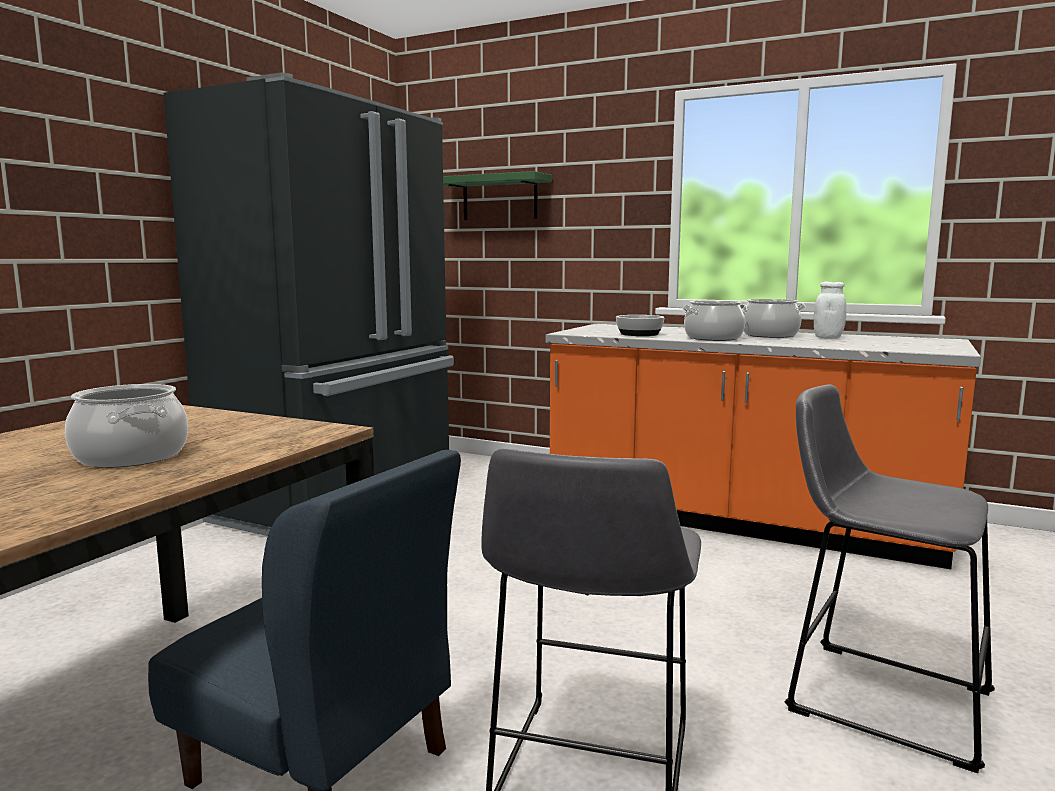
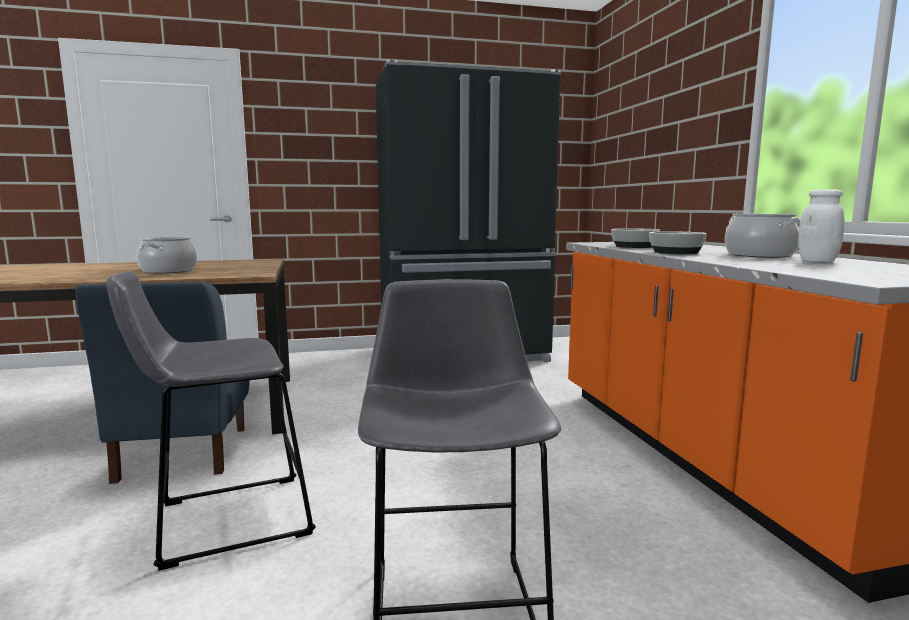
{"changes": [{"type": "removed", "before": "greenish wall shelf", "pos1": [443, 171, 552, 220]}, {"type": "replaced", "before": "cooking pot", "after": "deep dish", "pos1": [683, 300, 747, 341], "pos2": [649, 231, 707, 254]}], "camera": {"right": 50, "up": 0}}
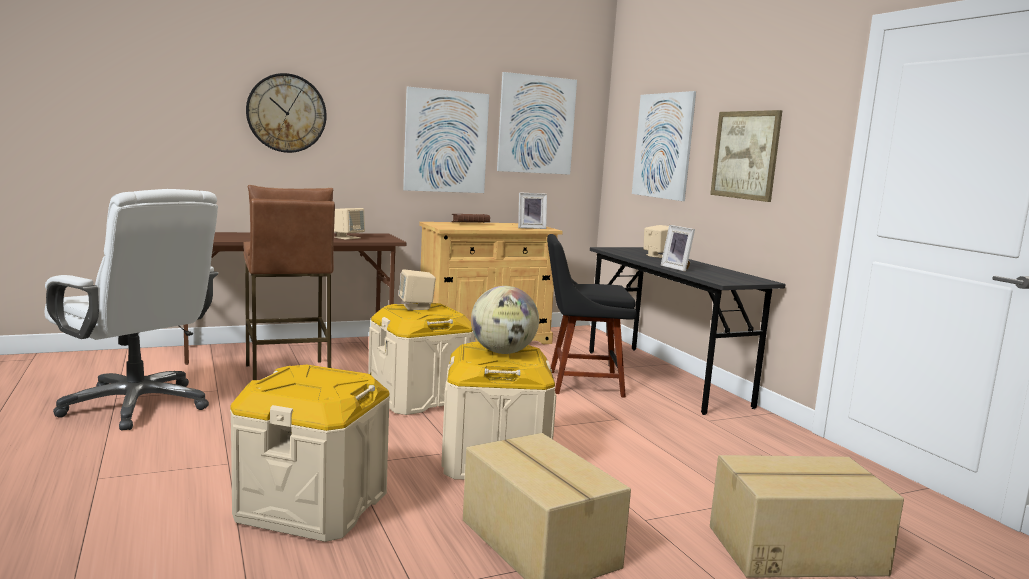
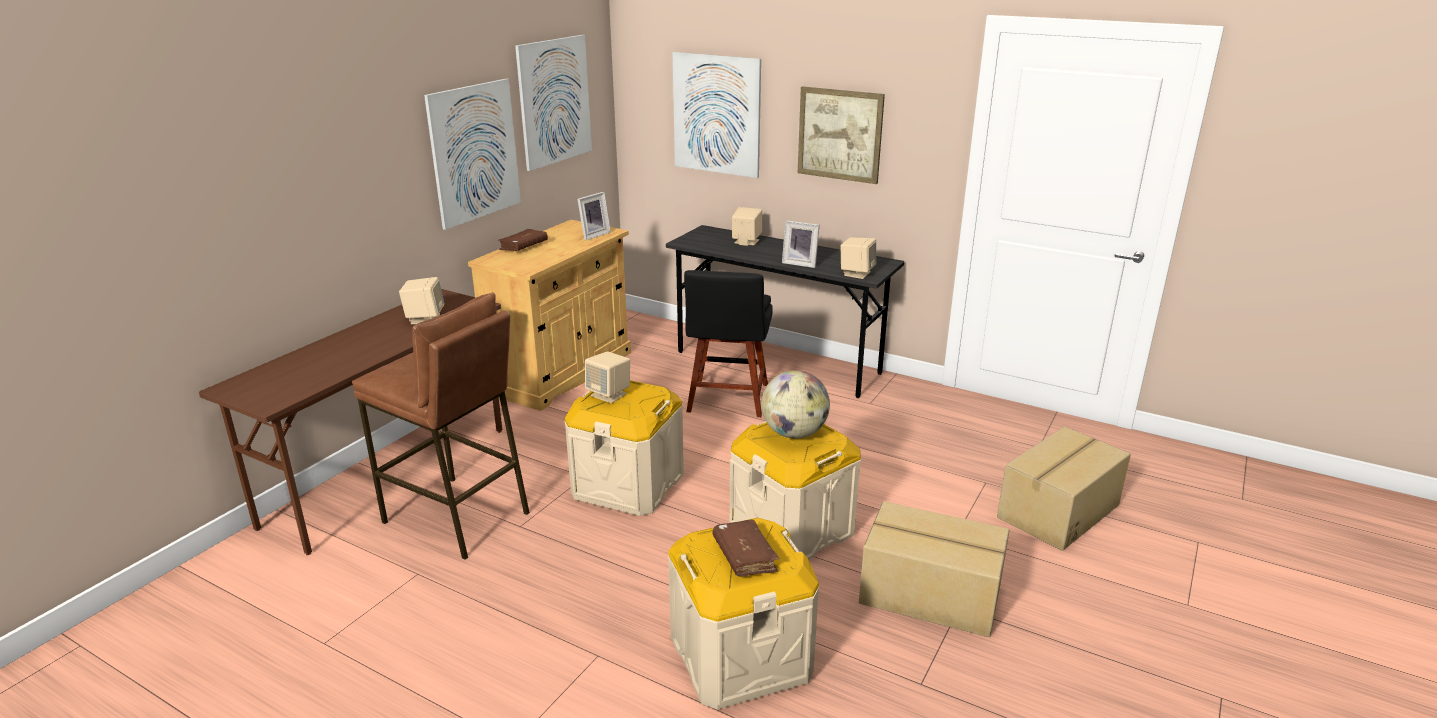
{"changes": [{"type": "removed", "before": "white-coloured office chair", "pos1": [45, 189, 218, 430]}, {"type": "removed", "before": "hanging clock", "pos1": [246, 73, 327, 153]}, {"type": "added", "after": "brown book", "pos2": [713, 519, 779, 577]}, {"type": "added", "after": "beige speaker", "pos2": [841, 238, 876, 279]}, {"type": "turned", "before": "black chair", "pos1": [547, 234, 637, 398], "pos2": [684, 270, 773, 417], "turn": -45}], "camera": {"right": -35, "up": 15}}
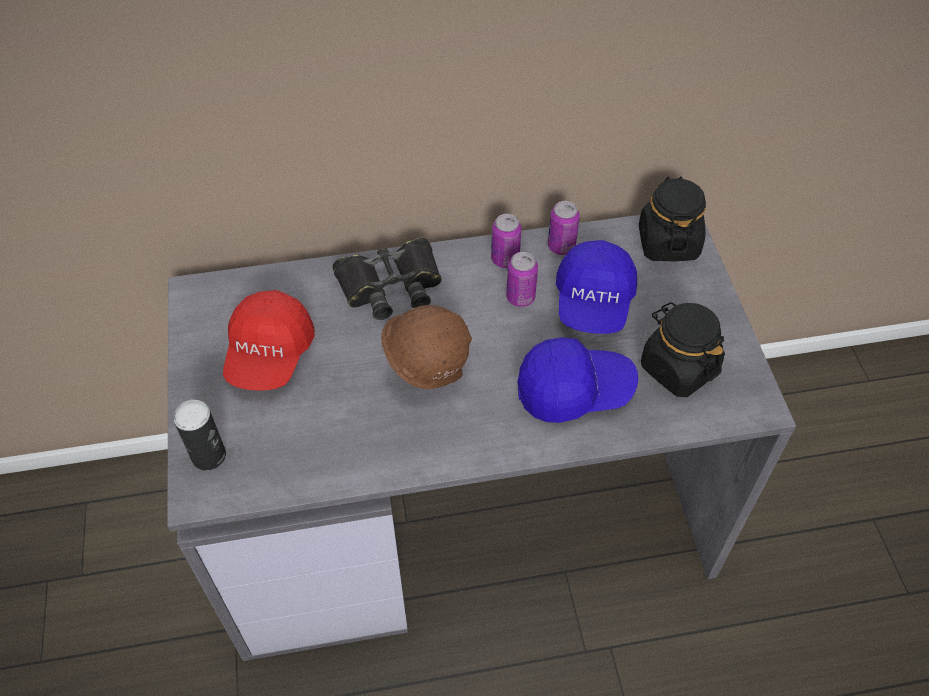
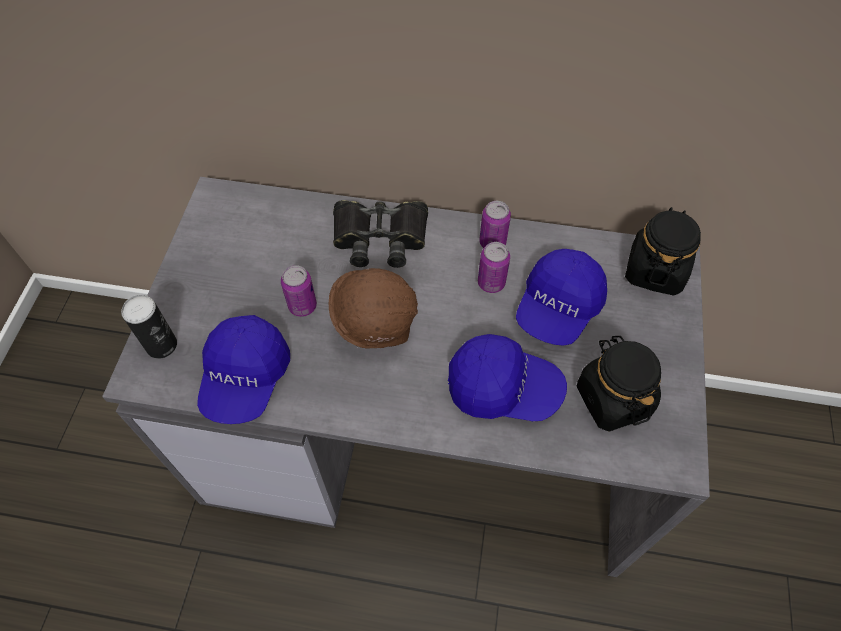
{"changes": [{"type": "removed", "before": "red-coloured cap", "pos1": [223, 290, 315, 391]}, {"type": "added", "after": "bluish cap", "pos2": [197, 315, 290, 424]}, {"type": "moved", "before": "sealed can", "pos1": [548, 201, 580, 255], "pos2": [281, 265, 317, 317]}], "camera": {"right": 20, "up": 5}}
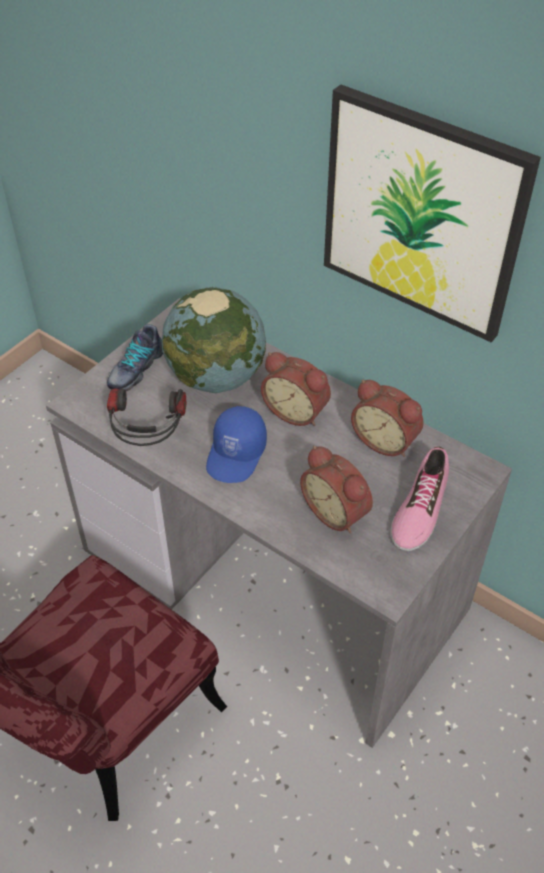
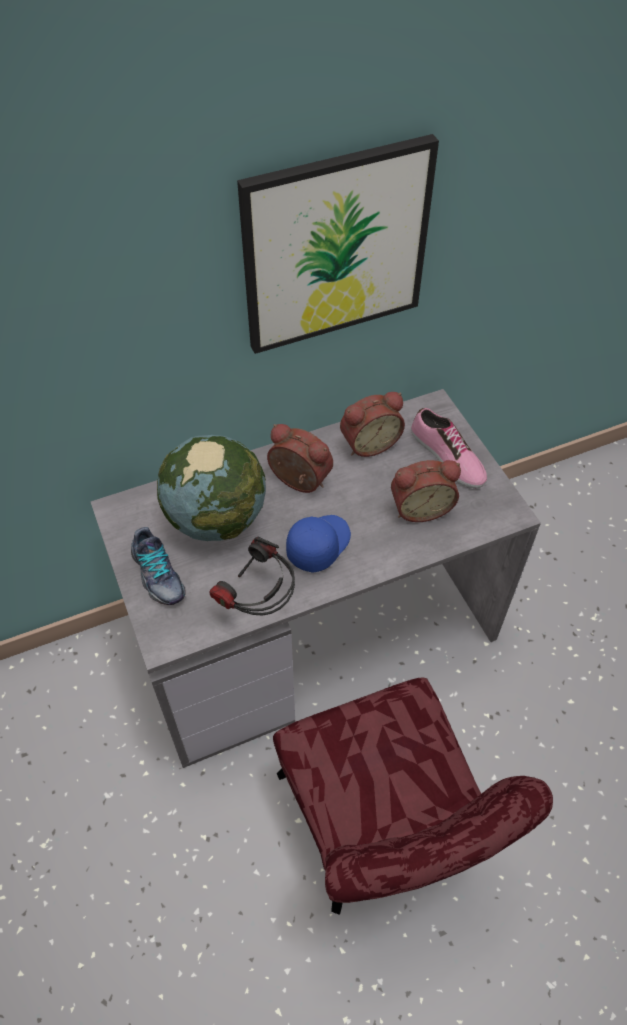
{"changes": [{"type": "turned", "before": "bluish cap", "pos1": [206, 406, 267, 483], "pos2": [286, 515, 351, 573], "turn": -105}, {"type": "turned", "before": "table clock", "pos1": [261, 352, 331, 426], "pos2": [267, 424, 333, 493], "turn": -120}], "camera": {"right": -60, "up": 5}}
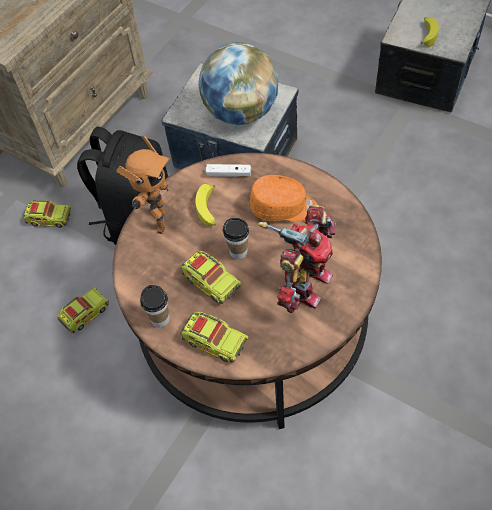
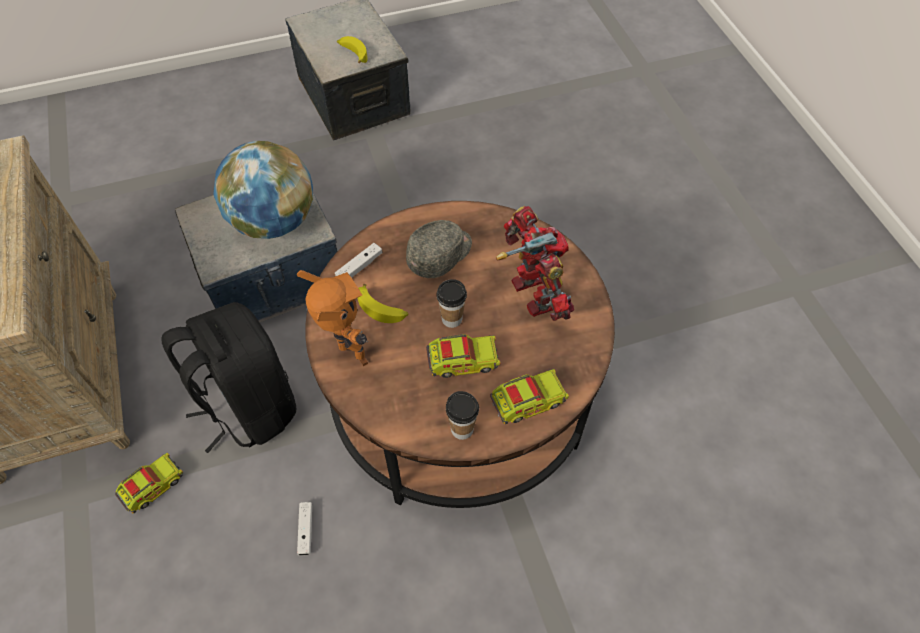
{"changes": [{"type": "replaced", "before": "toy lorry", "after": "white-coloured gamepad", "pos1": [57, 287, 109, 333], "pos2": [297, 502, 312, 556]}, {"type": "recoloured", "before": "orange-coloured cap", "after": "greyish cap", "pos1": [250, 175, 318, 221], "pos2": [406, 220, 472, 278]}], "camera": {"right": -55, "up": 0}}
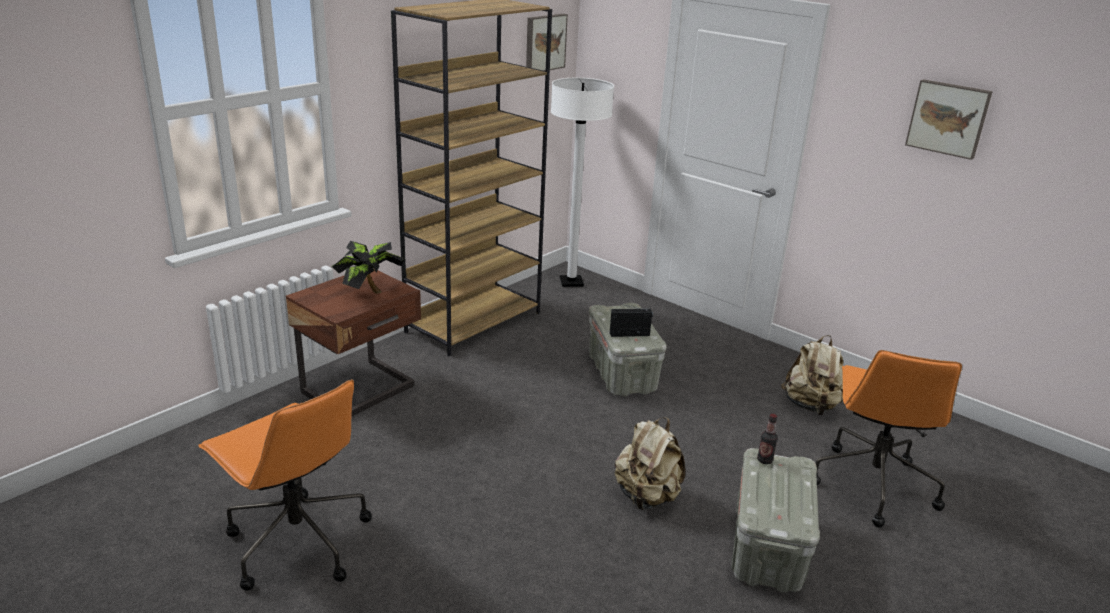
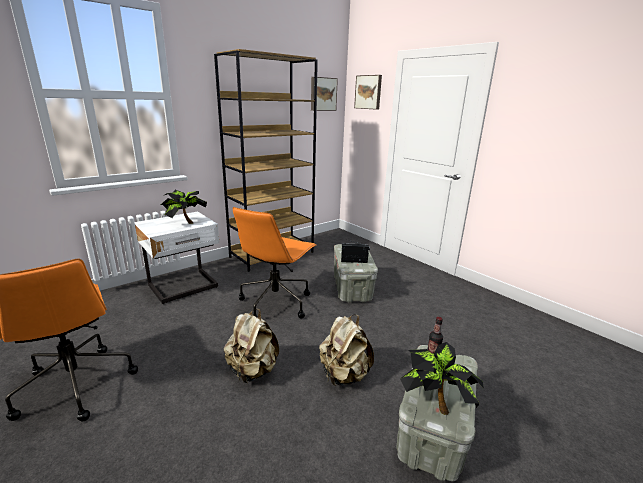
{"changes": [{"type": "removed", "before": "white-coloured standard lamp", "pos1": [551, 78, 614, 287]}, {"type": "added", "after": "potted plant", "pos2": [400, 342, 484, 415]}, {"type": "moved", "before": "beige knapsack", "pos1": [781, 335, 843, 415], "pos2": [223, 309, 279, 383]}, {"type": "moved", "before": "orange-coloured office chair", "pos1": [816, 350, 962, 528], "pos2": [233, 207, 316, 318]}, {"type": "moved", "before": "picture", "pos1": [905, 79, 993, 160], "pos2": [354, 75, 382, 110]}, {"type": "recoloured", "before": "brown nightstand", "after": "white-coloured nightstand", "pos1": [286, 268, 421, 417], "pos2": [134, 211, 219, 304]}], "camera": {"right": 10, "up": -5}}
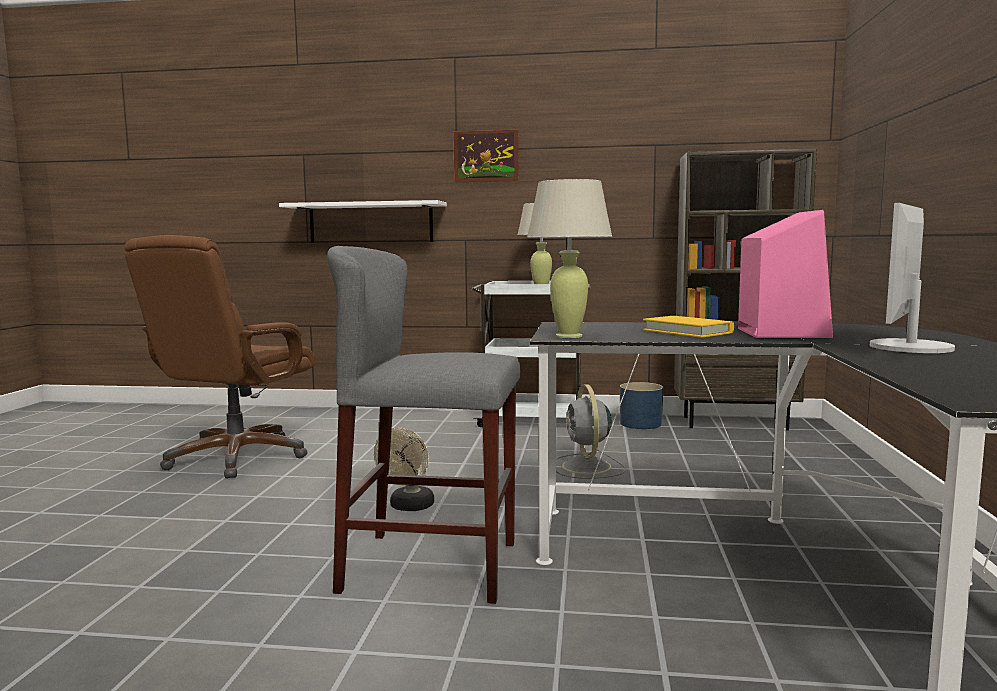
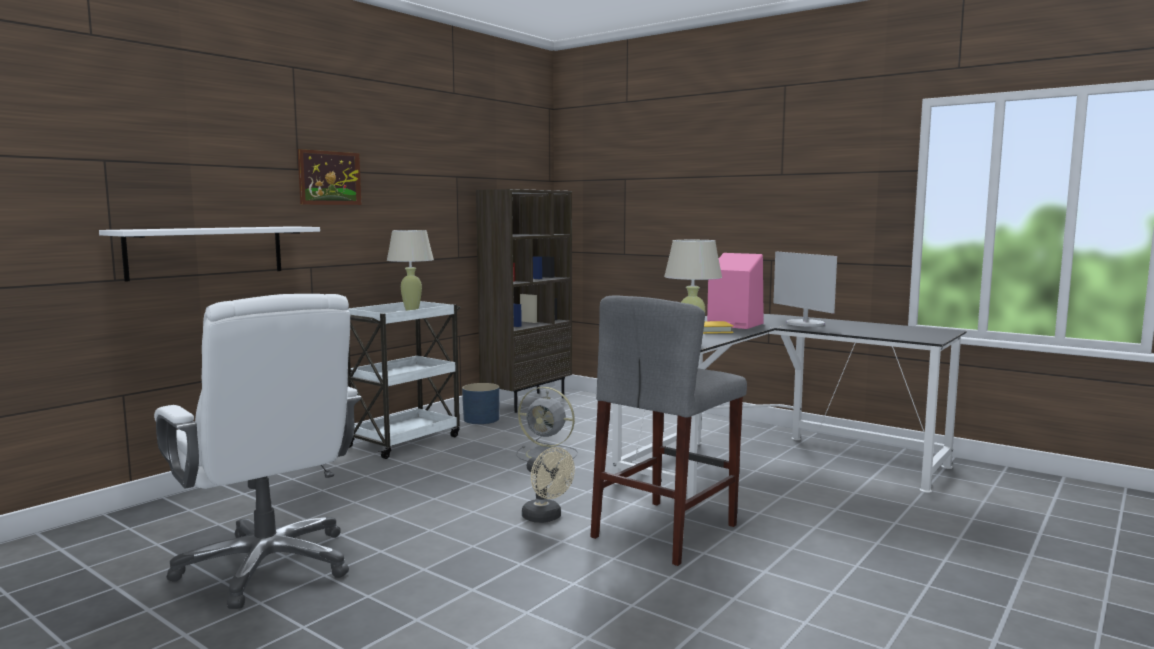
{"changes": [{"type": "recoloured", "before": "brown office chair", "after": "white-coloured office chair", "pos1": [124, 235, 315, 479], "pos2": [154, 294, 362, 609]}], "camera": {"right": -60, "up": 0}}
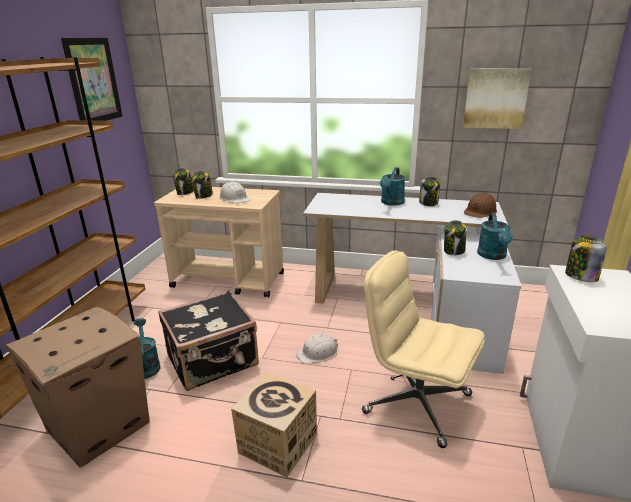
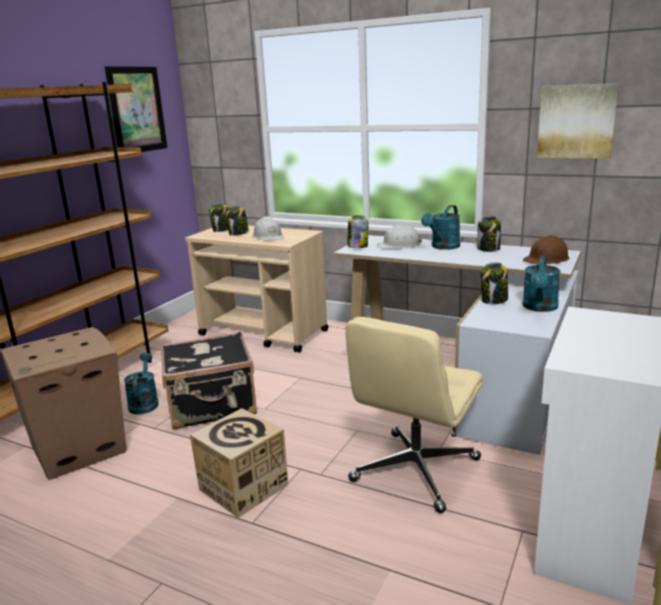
{"changes": [{"type": "moved", "before": "white-coloured hard hat", "pos1": [296, 333, 338, 364], "pos2": [376, 224, 422, 249]}, {"type": "moved", "before": "jar", "pos1": [565, 235, 607, 282], "pos2": [347, 215, 368, 248]}, {"type": "turned", "before": "beige office chair", "pos1": [362, 250, 485, 448], "pos2": [345, 317, 483, 513], "turn": -105}], "camera": {"right": 15, "up": -5}}
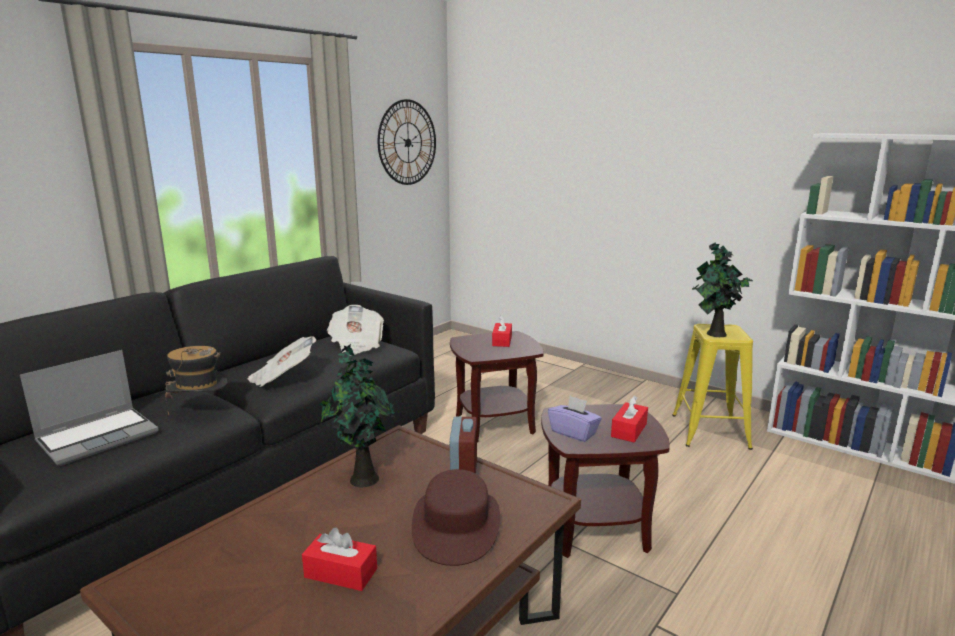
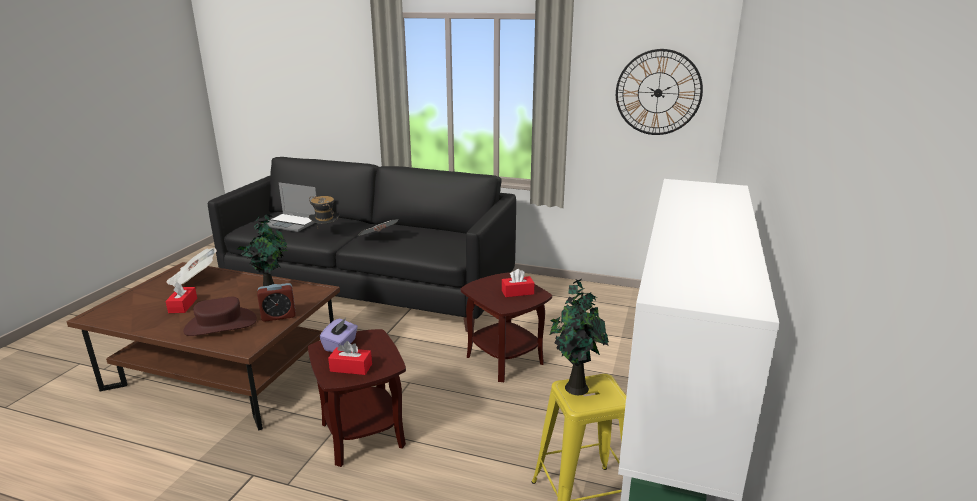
{"changes": [{"type": "moved", "before": "newspaper", "pos1": [327, 305, 384, 356], "pos2": [166, 248, 217, 287]}], "camera": {"right": 70, "up": 5}}
